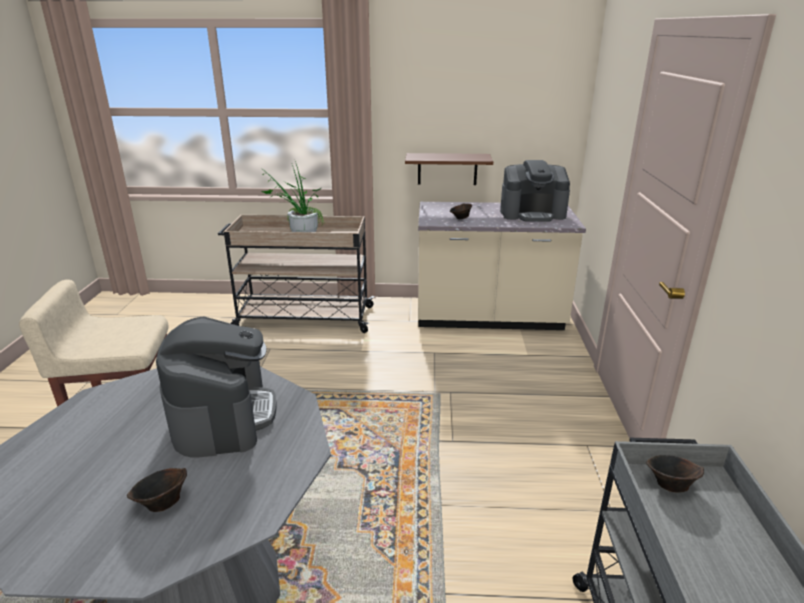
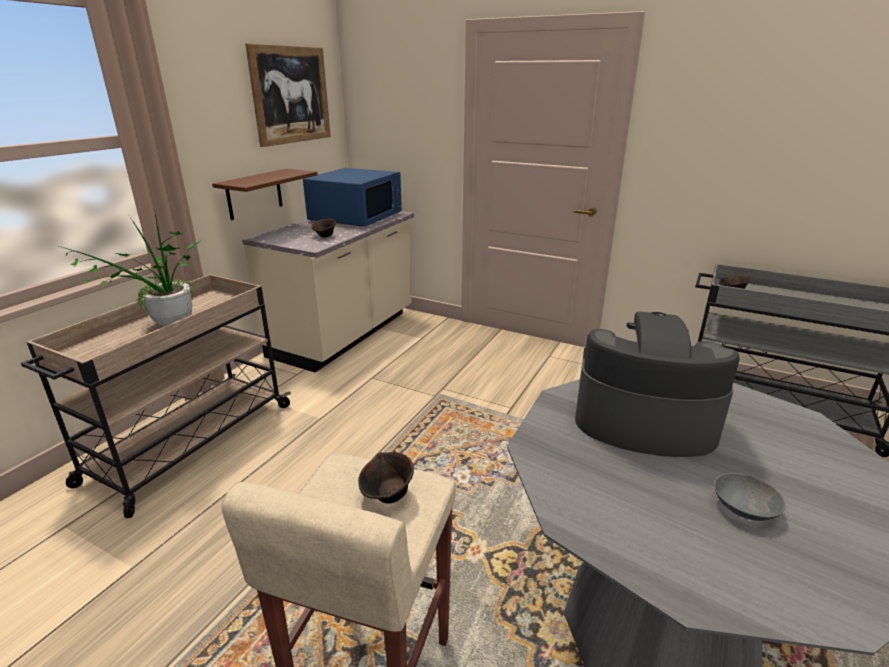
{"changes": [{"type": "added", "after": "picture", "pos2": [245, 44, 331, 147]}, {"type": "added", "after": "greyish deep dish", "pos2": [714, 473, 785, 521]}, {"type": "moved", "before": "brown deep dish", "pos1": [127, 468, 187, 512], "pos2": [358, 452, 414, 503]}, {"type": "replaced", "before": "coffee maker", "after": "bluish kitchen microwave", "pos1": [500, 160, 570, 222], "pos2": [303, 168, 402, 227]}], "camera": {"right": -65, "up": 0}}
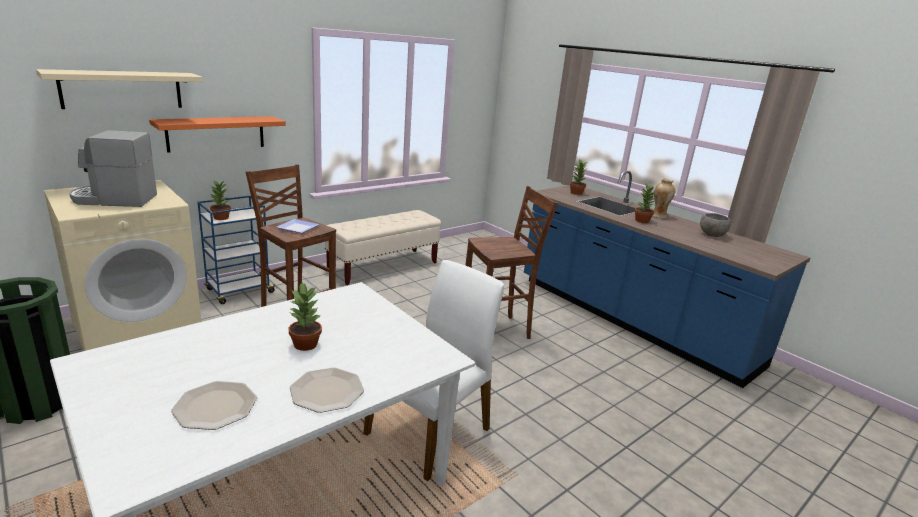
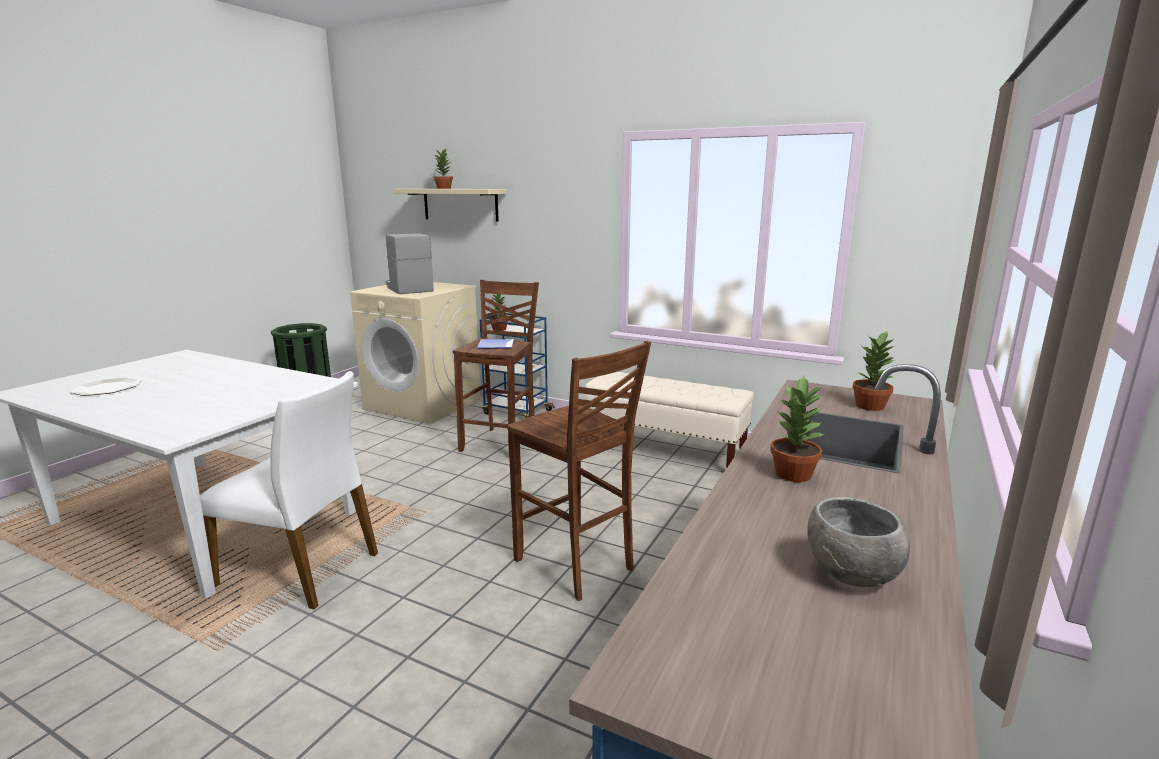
{"changes": [{"type": "removed", "before": "orange-coloured wall shelf", "pos1": [149, 116, 286, 153]}, {"type": "removed", "before": "dinner plate", "pos1": [290, 367, 364, 413]}, {"type": "removed", "before": "vase", "pos1": [652, 179, 676, 218]}, {"type": "moved", "before": "potted plant", "pos1": [289, 282, 322, 351], "pos2": [434, 149, 453, 189]}], "camera": {"right": 70, "up": -5}}
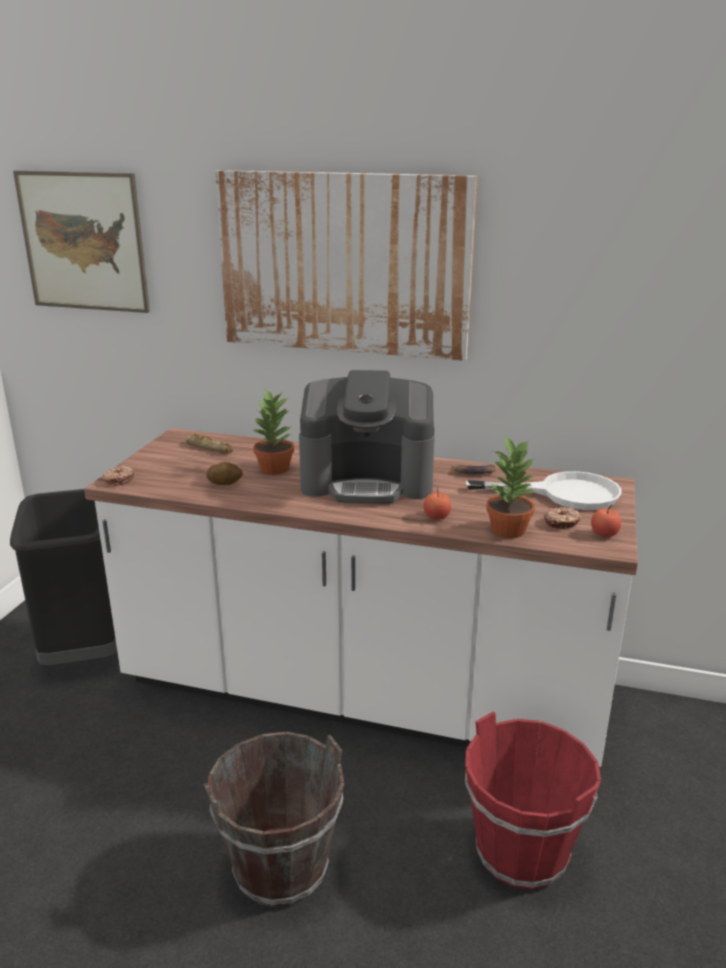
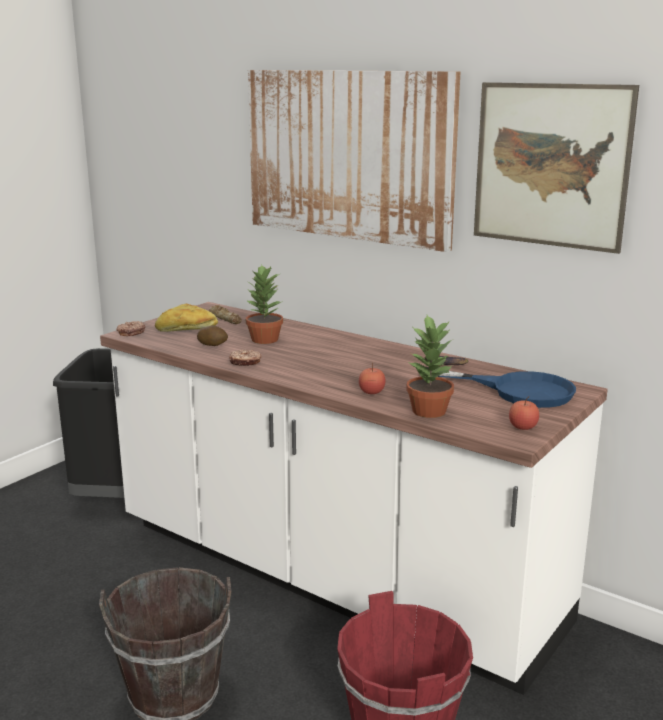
{"changes": [{"type": "removed", "before": "coffee maker", "pos1": [299, 370, 435, 503]}, {"type": "added", "after": "baked bread", "pos2": [155, 304, 218, 332]}, {"type": "moved", "before": "picture", "pos1": [13, 171, 150, 313], "pos2": [474, 82, 639, 254]}, {"type": "moved", "before": "doughnut", "pos1": [544, 507, 582, 529], "pos2": [229, 350, 262, 366]}, {"type": "recoloured", "before": "white-coloured frying pan", "after": "bluish frying pan", "pos1": [466, 471, 622, 510], "pos2": [426, 367, 576, 408]}], "camera": {"right": 20, "up": -5}}
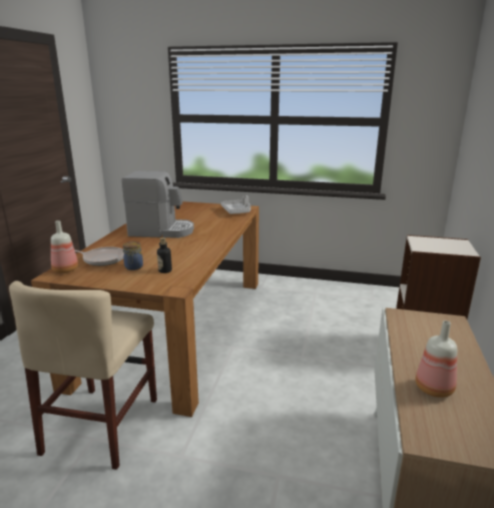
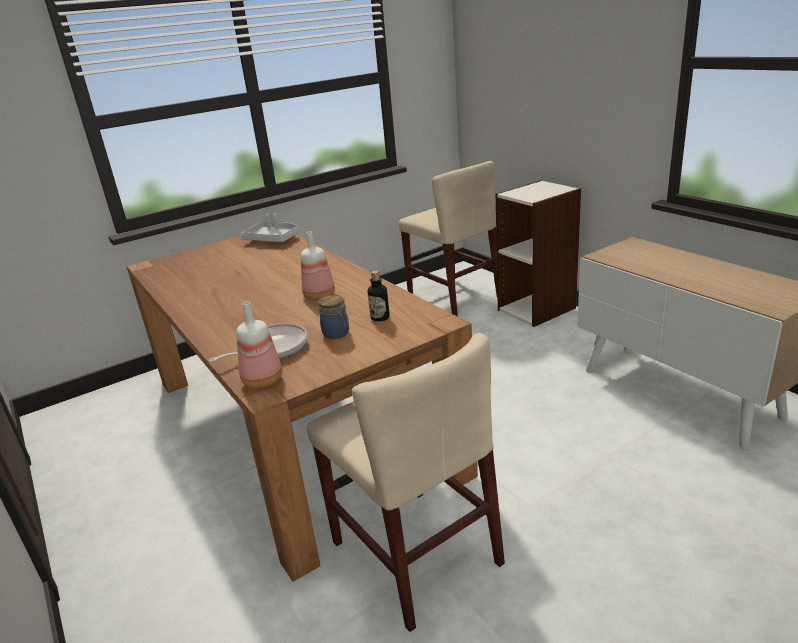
{"changes": [{"type": "removed", "before": "coffee maker", "pos1": [122, 171, 194, 238]}, {"type": "added", "after": "beige chair", "pos2": [399, 161, 498, 316]}, {"type": "moved", "before": "drink bottle", "pos1": [415, 321, 457, 398], "pos2": [301, 231, 335, 300]}], "camera": {"right": -45, "up": 5}}
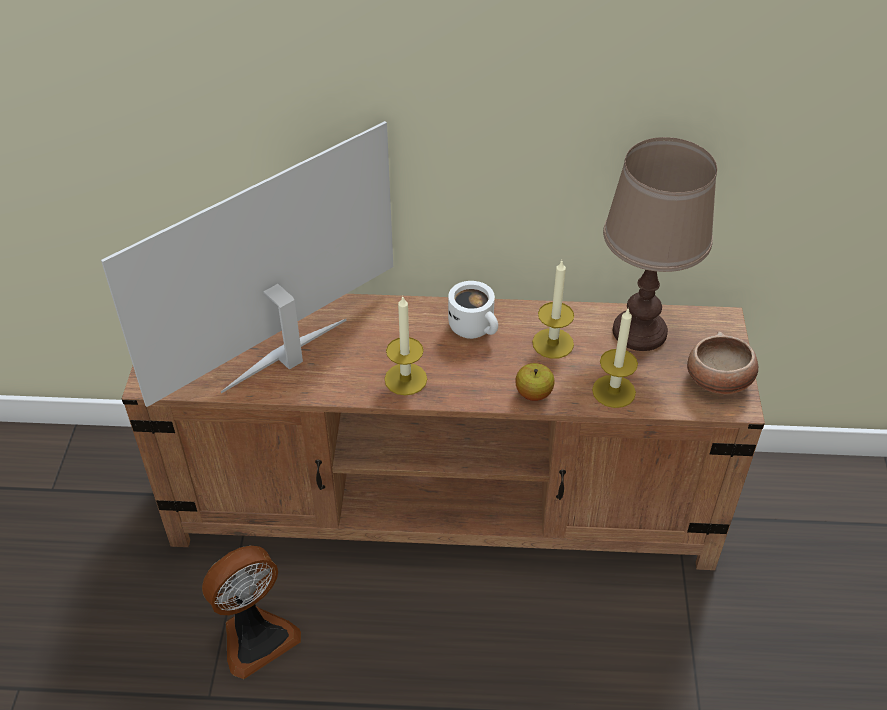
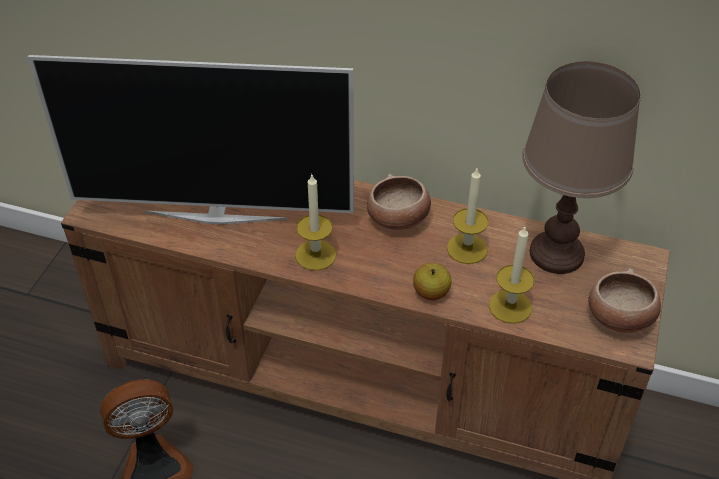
{"changes": [{"type": "replaced", "before": "white-coloured coffee mug", "after": "deep dish", "pos1": [448, 281, 498, 339], "pos2": [367, 174, 431, 230]}, {"type": "turned", "before": "television", "pos1": [101, 121, 393, 407], "pos2": [28, 55, 354, 224], "turn": -150}], "camera": {"right": 15, "up": 0}}
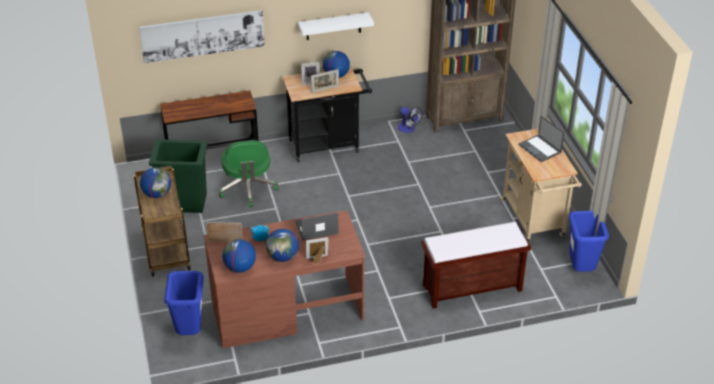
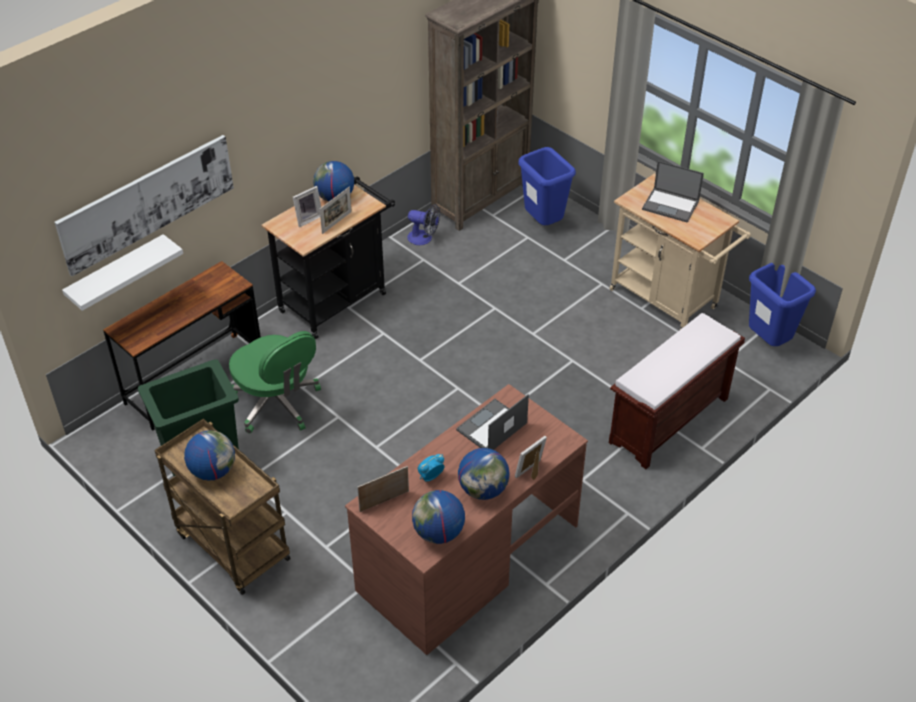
{"changes": [{"type": "moved", "before": "bluish trash can", "pos1": [164, 271, 204, 335], "pos2": [518, 147, 576, 225]}, {"type": "moved", "before": "white-coloured wall shelf", "pos1": [298, 12, 374, 40], "pos2": [62, 234, 183, 311]}], "camera": {"right": -30, "up": 5}}
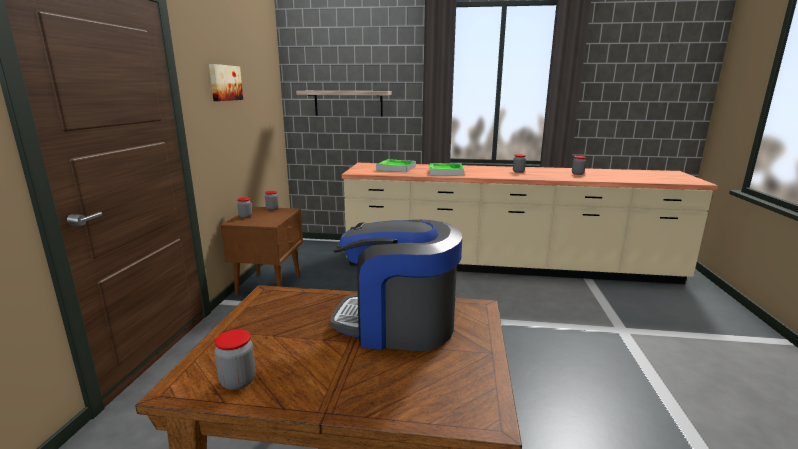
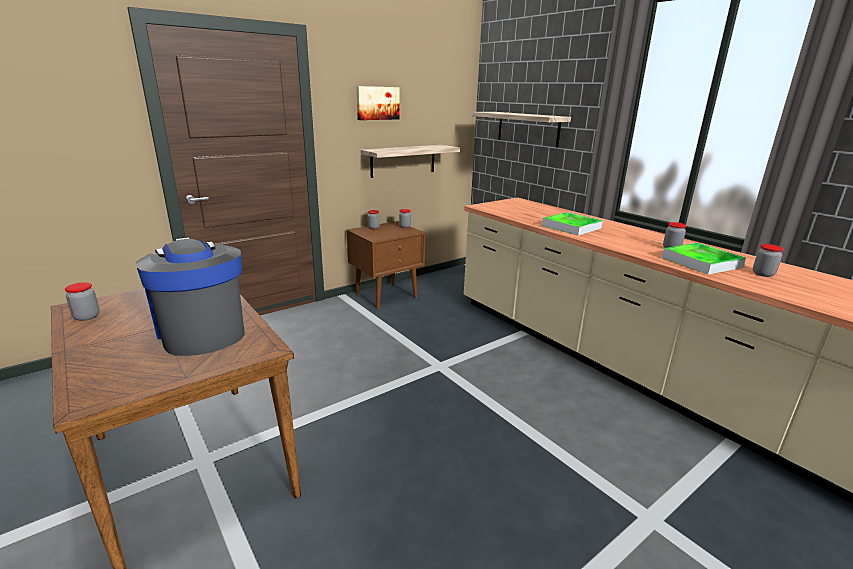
{"changes": [{"type": "added", "after": "wall shelf", "pos2": [361, 145, 460, 178]}, {"type": "moved", "before": "carrying tray", "pos1": [376, 159, 416, 172], "pos2": [662, 243, 746, 275]}], "camera": {"right": 45, "up": 5}}
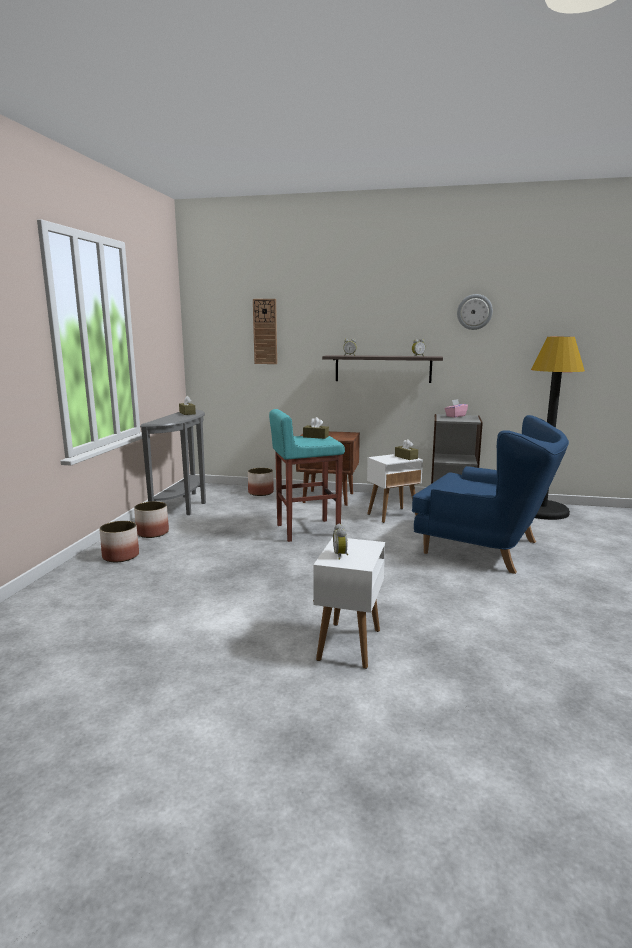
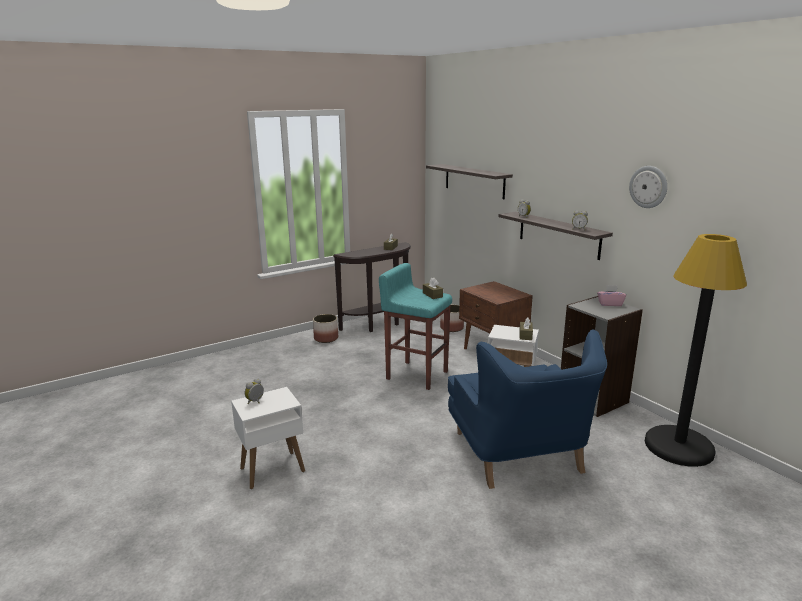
{"changes": [{"type": "removed", "before": "plant pot", "pos1": [99, 521, 139, 562]}, {"type": "replaced", "before": "hanging clock", "after": "wall shelf", "pos1": [253, 299, 277, 364], "pos2": [426, 164, 513, 199]}, {"type": "recoloured", "before": "greyish narrow table", "after": "brown narrow table", "pos1": [140, 410, 206, 515], "pos2": [333, 242, 411, 332]}], "camera": {"right": 45, "up": 5}}
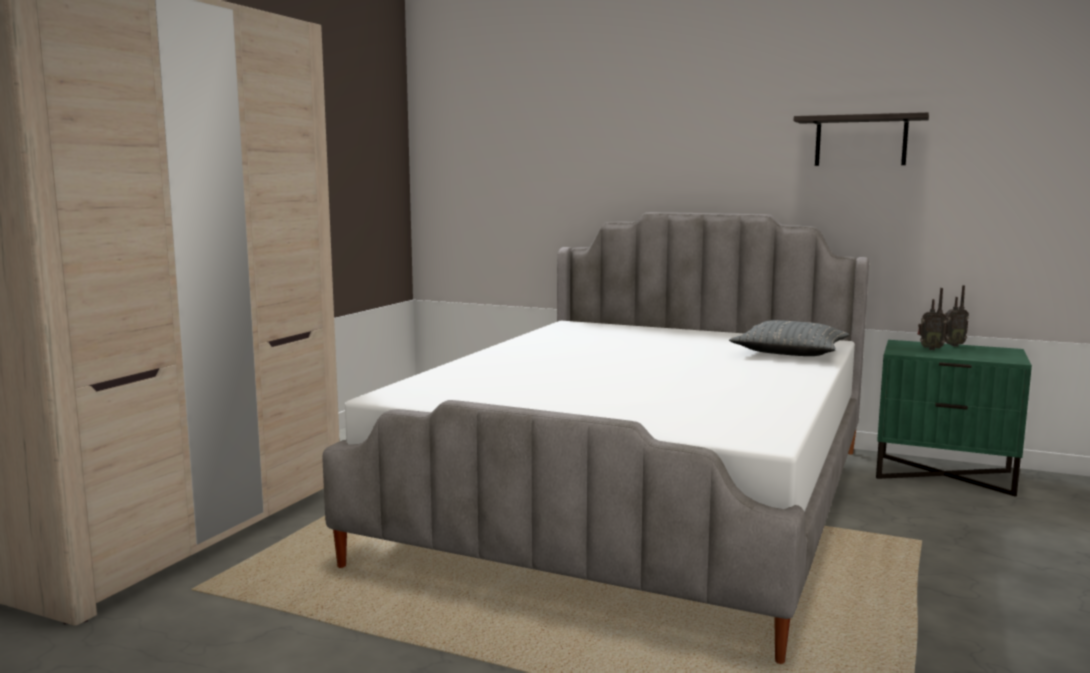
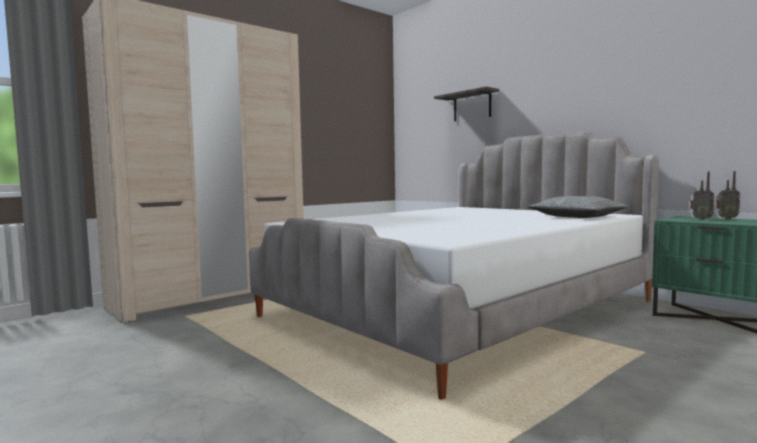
{"changes": [{"type": "moved", "before": "wall shelf", "pos1": [794, 112, 929, 166], "pos2": [434, 86, 500, 122]}], "camera": {"right": 25, "up": -5}}
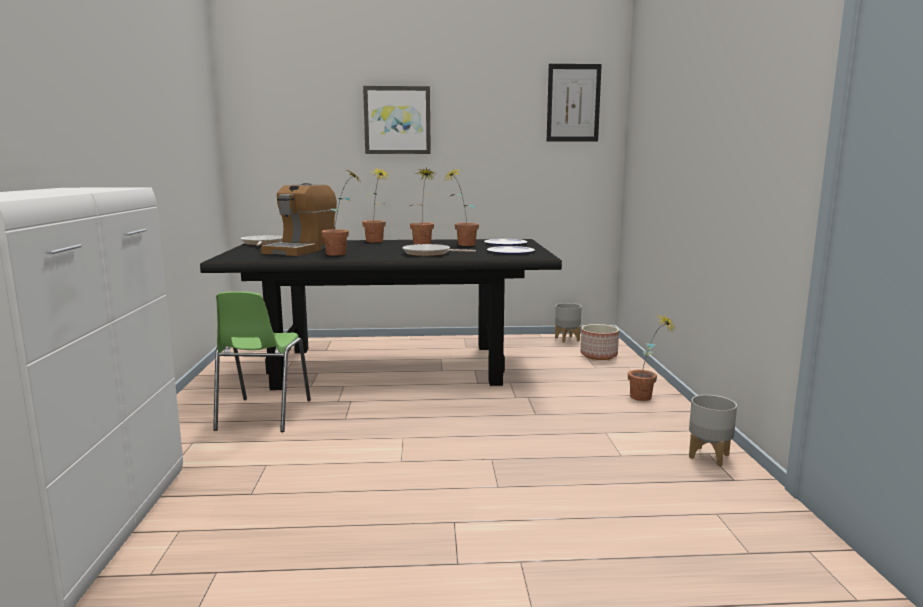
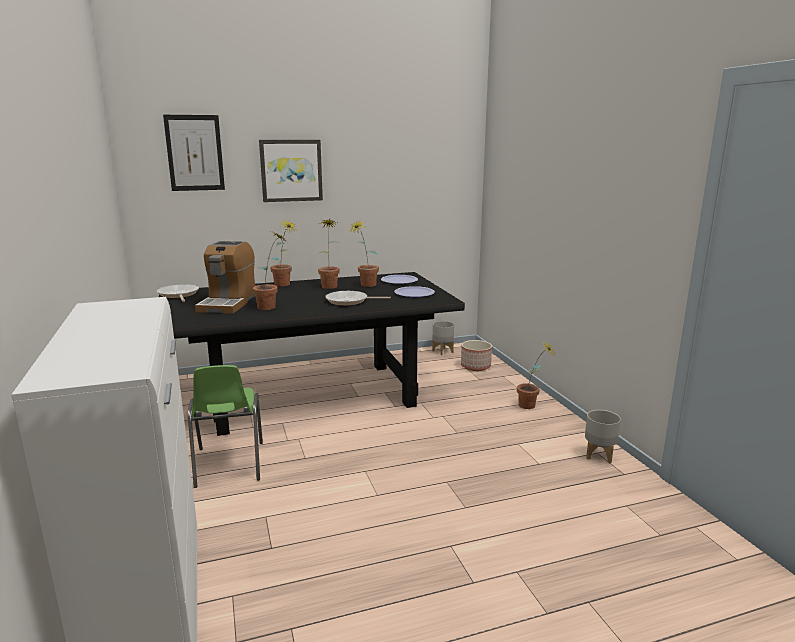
{"changes": [{"type": "moved", "before": "picture", "pos1": [547, 64, 602, 142], "pos2": [163, 115, 225, 191]}], "camera": {"right": -15, "up": 5}}
